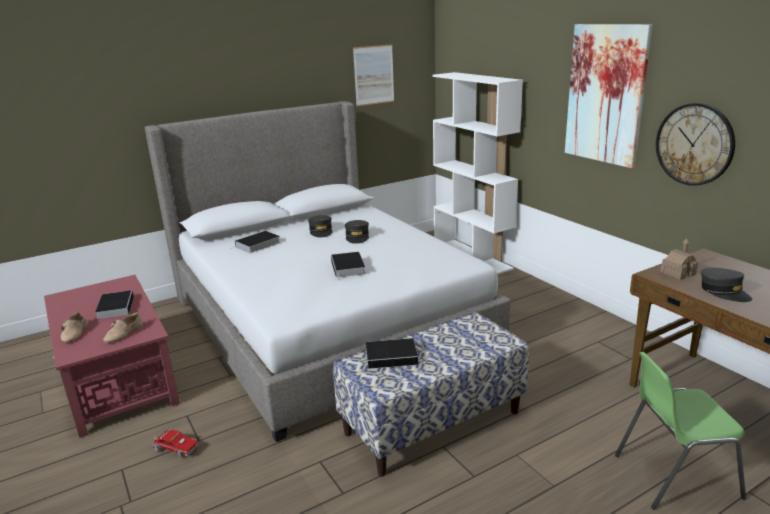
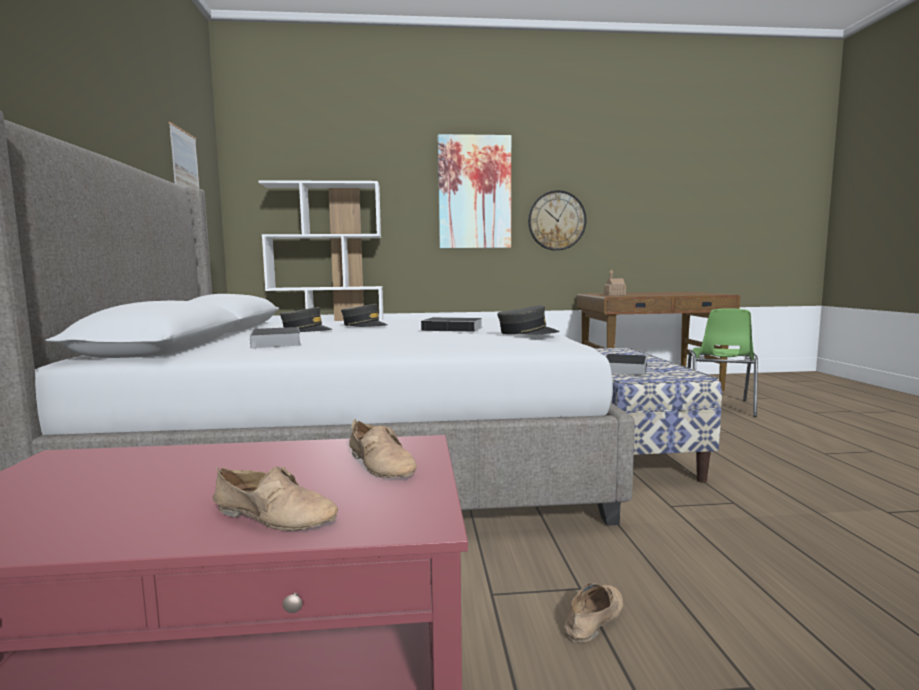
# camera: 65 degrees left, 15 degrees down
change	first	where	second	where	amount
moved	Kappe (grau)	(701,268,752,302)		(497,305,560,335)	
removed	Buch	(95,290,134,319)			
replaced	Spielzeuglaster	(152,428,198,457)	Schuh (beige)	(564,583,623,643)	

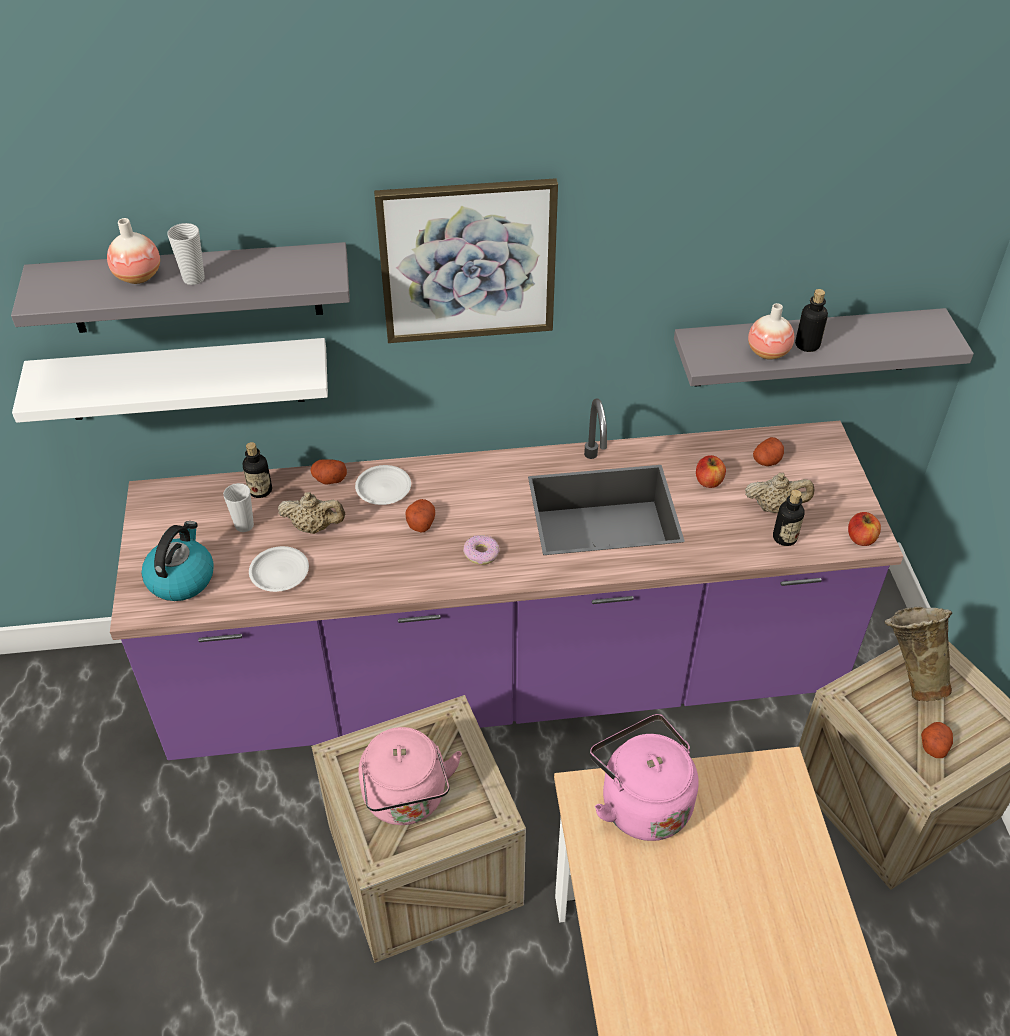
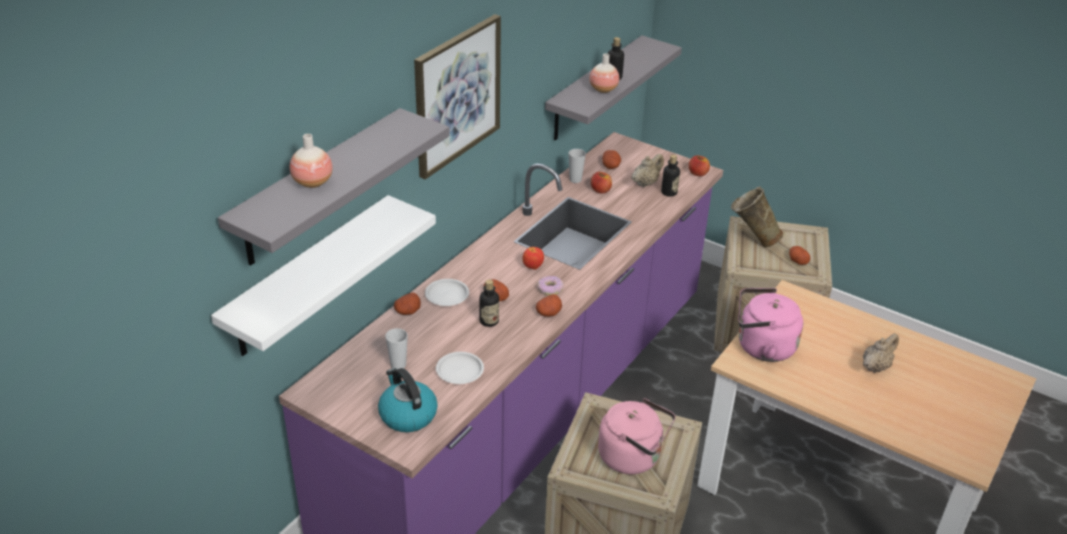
# camera: 50 degrees left, 10 degrees down
change	first	where	second	where	amount
moved	Tasse	(167,223,205,285)		(568,149,586,183)	
moved	Flasche	(243,442,272,498)		(480,279,499,327)	
moved	Teekanne (beige)	(278,492,345,534)		(863,333,899,373)	
added			Apfel	(522,247,544,270)	
added			Kartoffel	(536,294,562,317)	

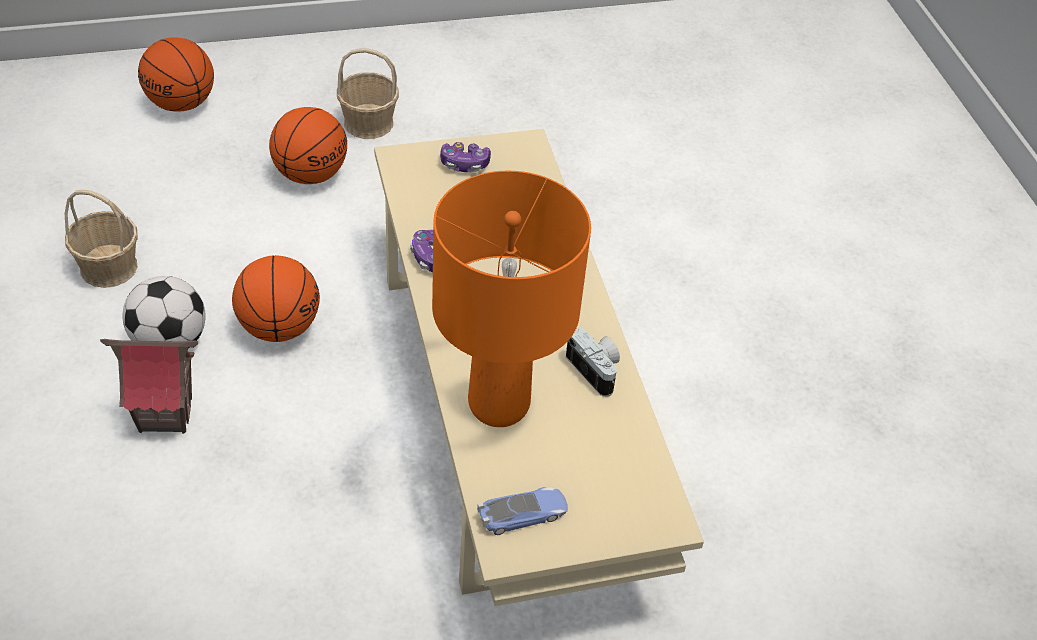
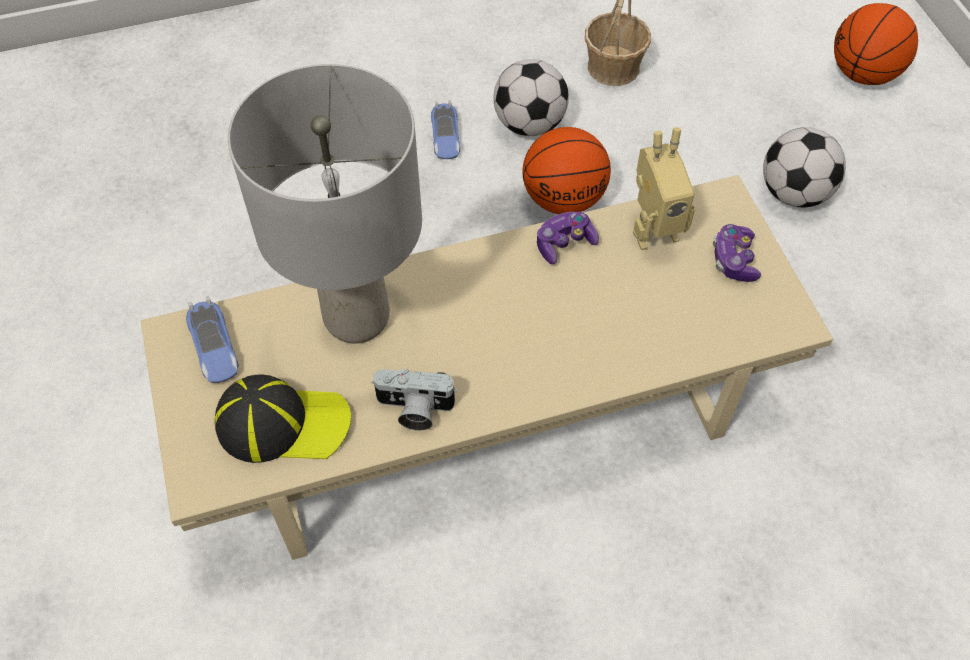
# camera: 90 degrees right, 10 degrees up
change	first	where	second	where	amount
removed	Korb	(337,48,399,139)			
replaced	Basketball	(269,107,347,184)	Fußball	(763,127,846,208)	
recoloured	Tischlampe (orange)	(432,171,591,427)	Tischlampe (grau)	(228,64,422,343)	
turned	Kamera	(566,327,620,397)		(371,369,457,430)	45 degrees clockwise
replaced	Spielzeughaus	(100,339,198,434)	Spielzeugauto	(431,100,460,159)	
added			Spielzeugroboter	(633,127,695,250)	
added			Kappe	(215,374,351,463)	

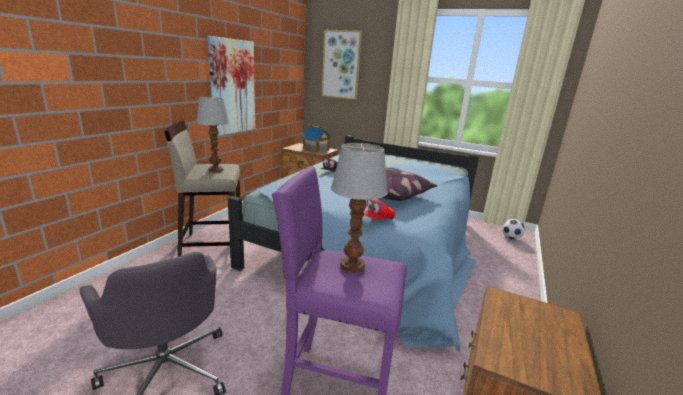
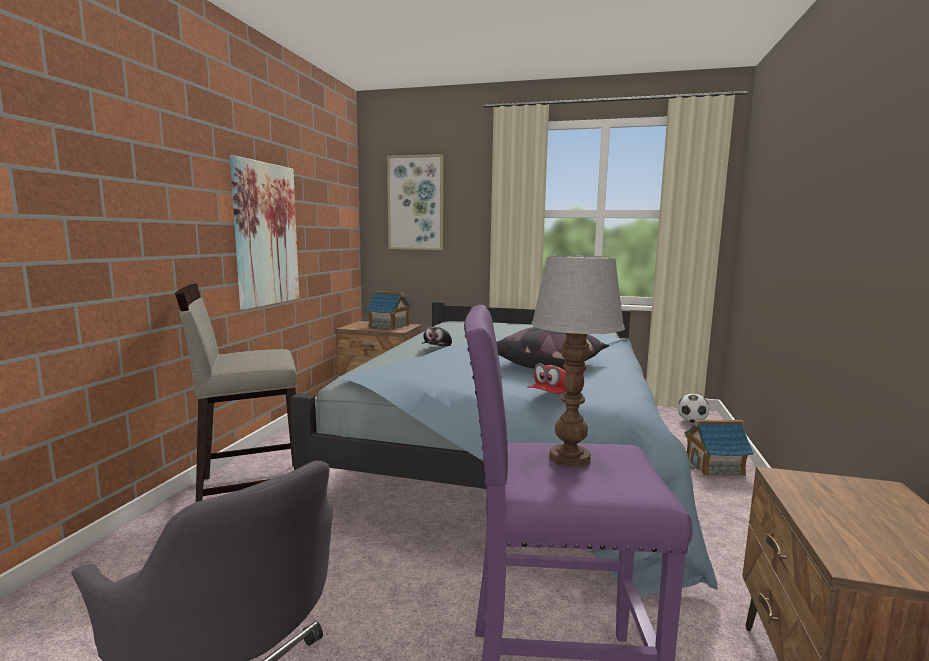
# camera: 10 degrees left, 10 degrees down
change	first	where	second	where	amount
removed	Tischlampe	(196,97,230,173)			
added			Spielzeughaus	(684,420,754,476)	

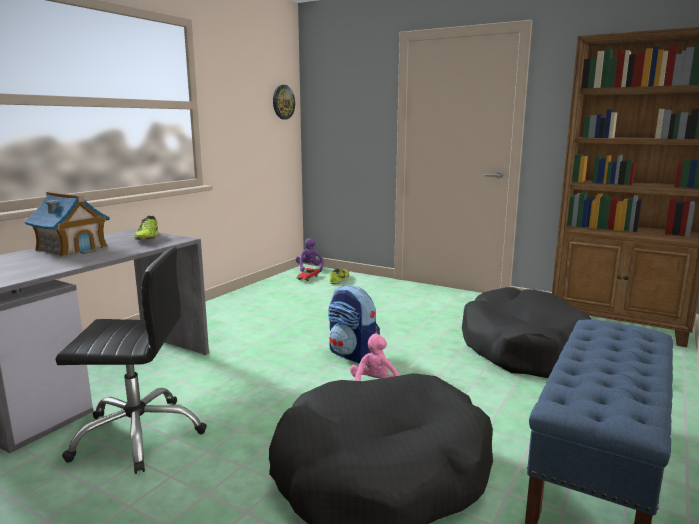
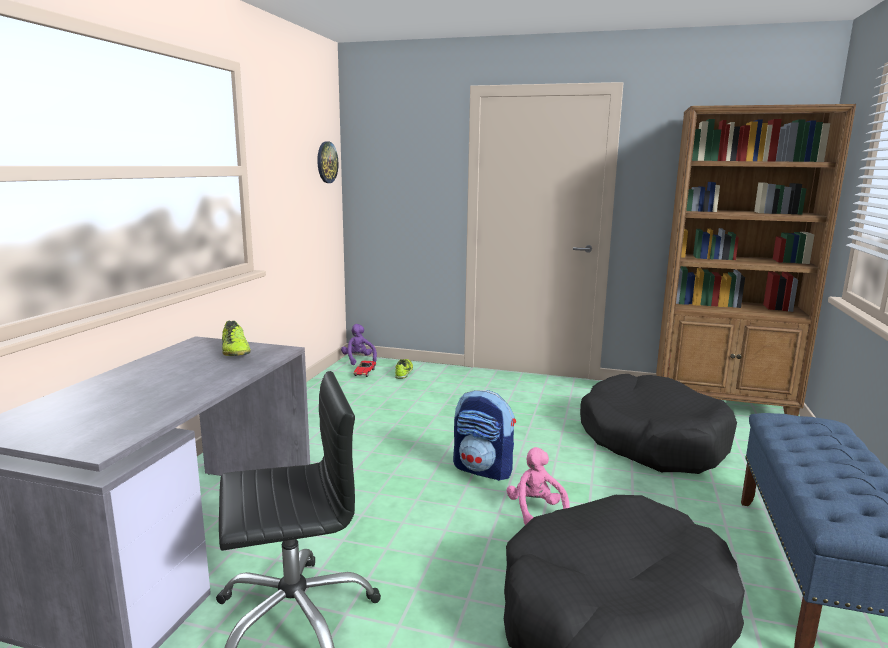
# camera: 15 degrees left, 0 degrees up
change	first	where	second	where	amount
removed	Spielzeughaus	(24,191,110,257)			

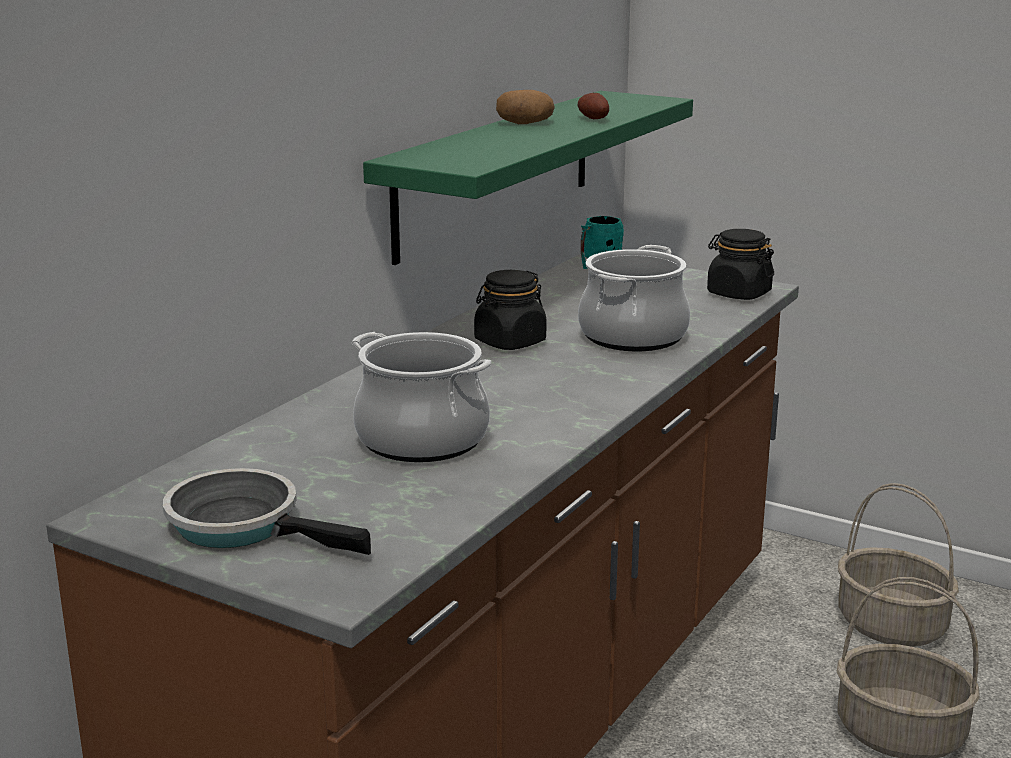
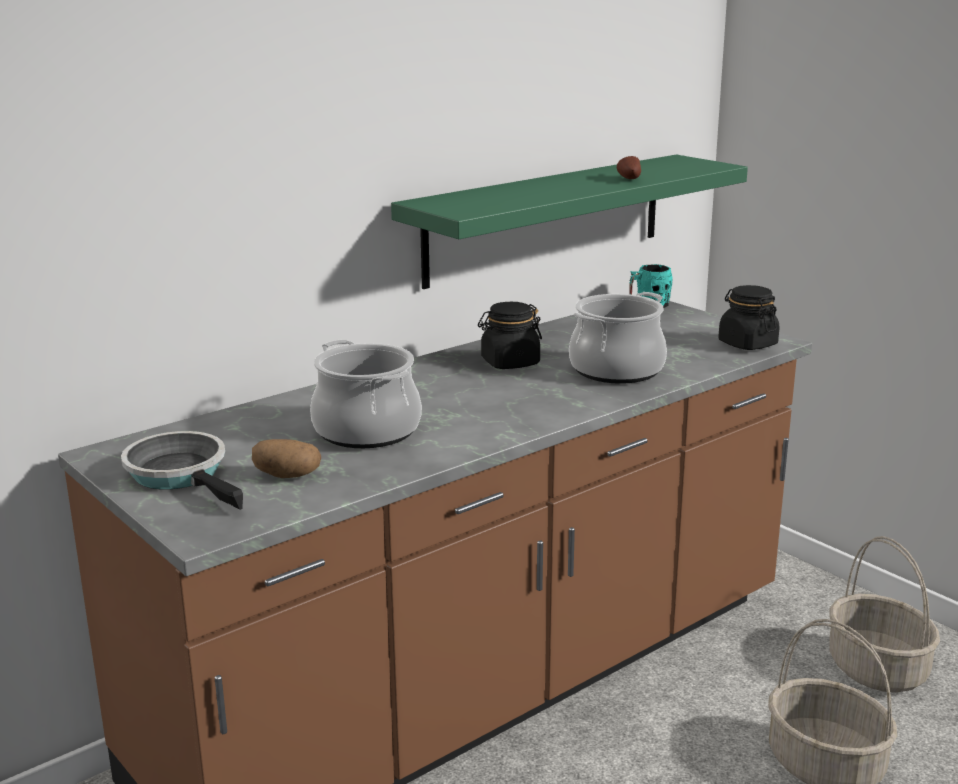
# camera: 20 degrees right, 0 degrees up
change	first	where	second	where	amount
moved	Kartoffel	(496,90,555,124)		(252,439,321,478)	

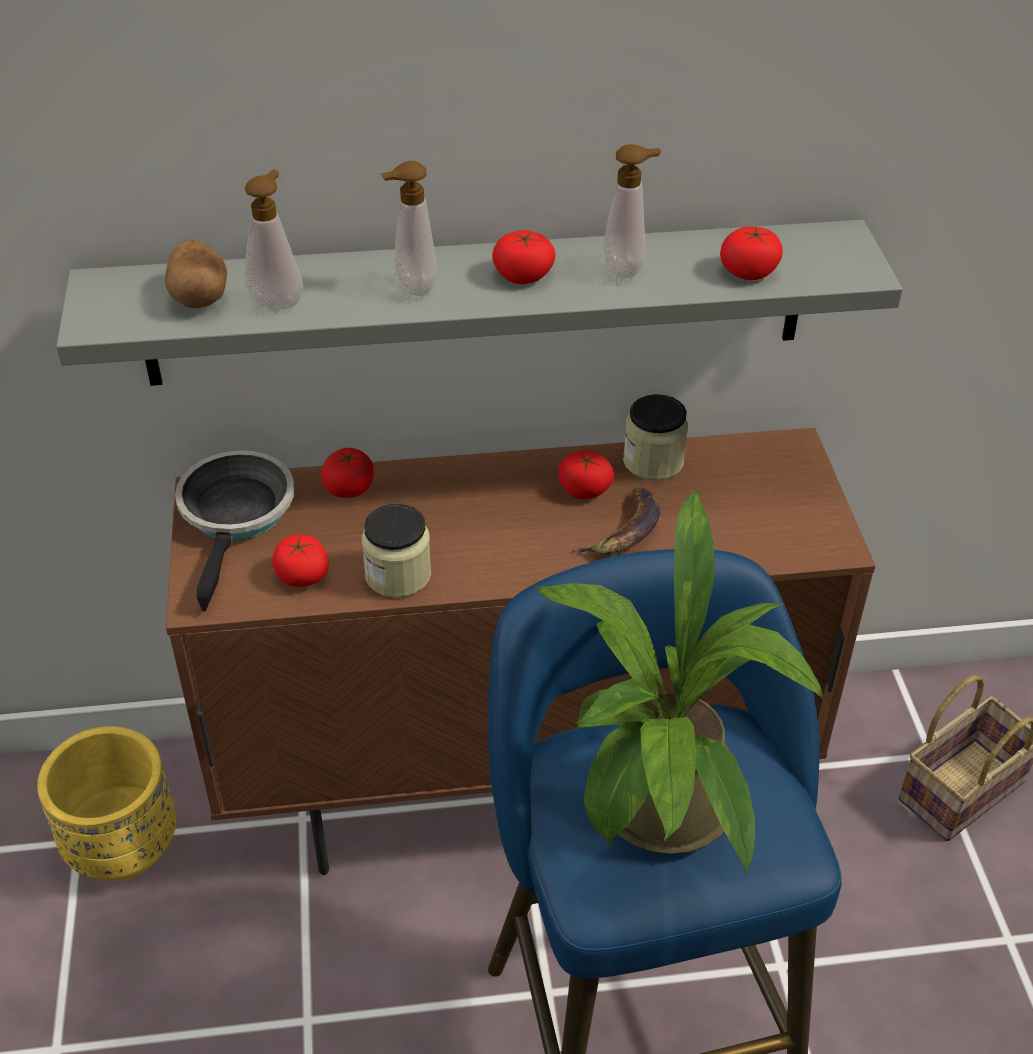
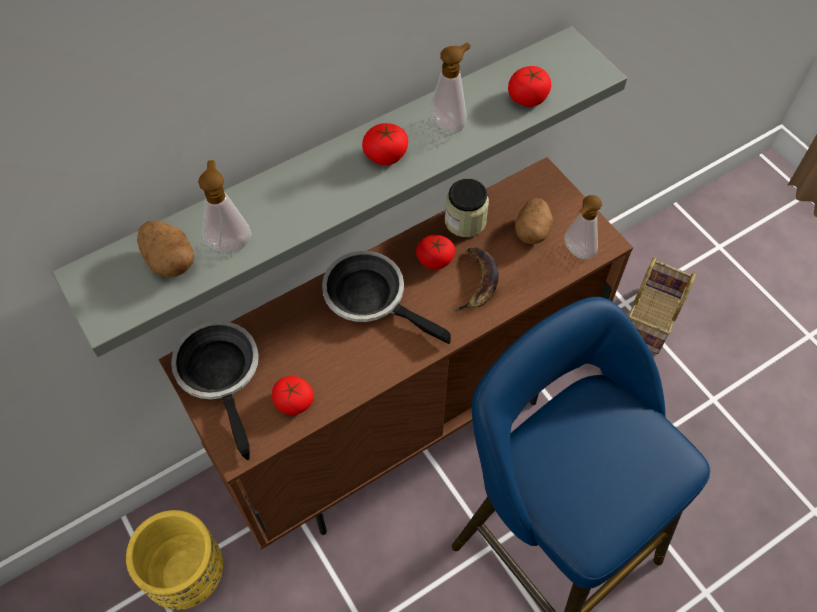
# camera: 25 degrees left, 15 degrees up
change	first	where	second	where	amount
moved	Seifenspender	(381,161,437,296)		(564,195,602,259)	
removed	Tomate	(321,448,374,498)			
removed	Topfpflanze	(535,489,825,874)			
removed	Vorratsglas	(362,504,431,598)			
added			Kartoffel	(515,198,553,244)	
added			Pfanne	(322,251,451,344)	

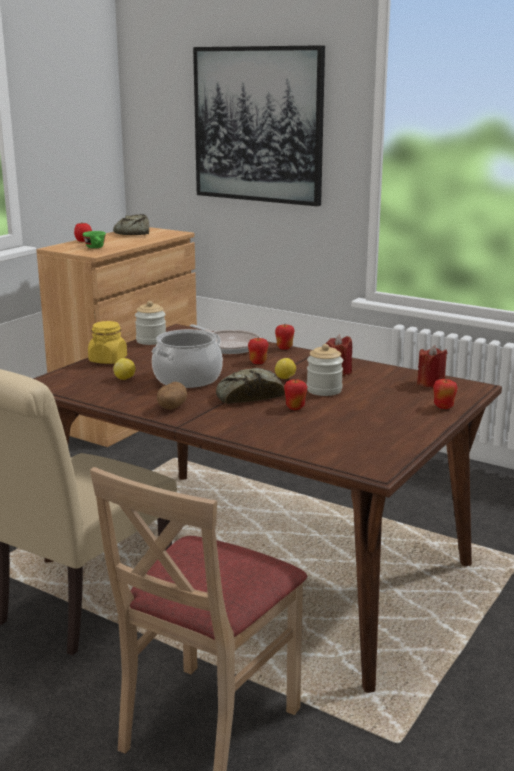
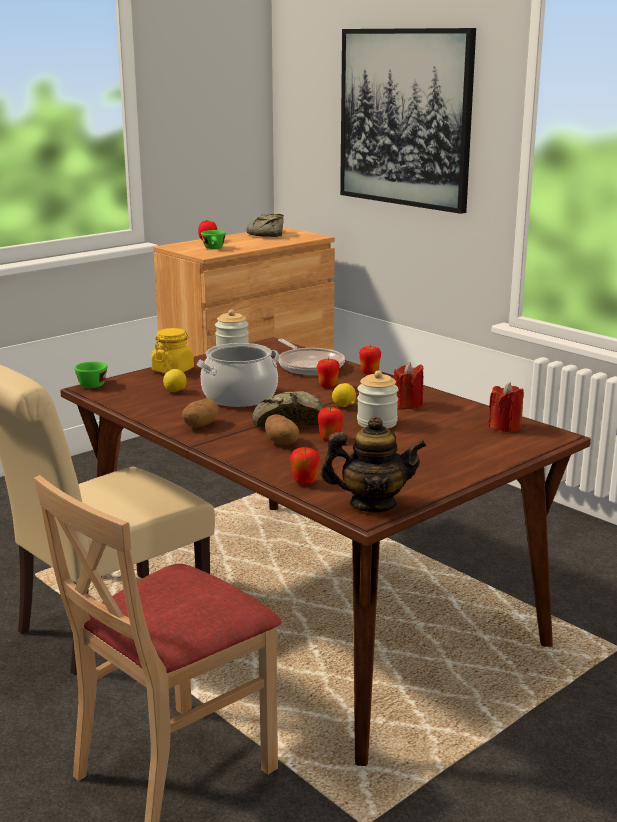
# camera: 15 degrees right, 0 degrees up
change	first	where	second	where	amount
moved	Apfel	(433,379,458,409)		(290,446,320,485)	
added			Tasse (grün)	(74,361,108,388)	
added			Kartoffel	(265,414,299,445)	
added			Teekanne	(321,416,426,513)	

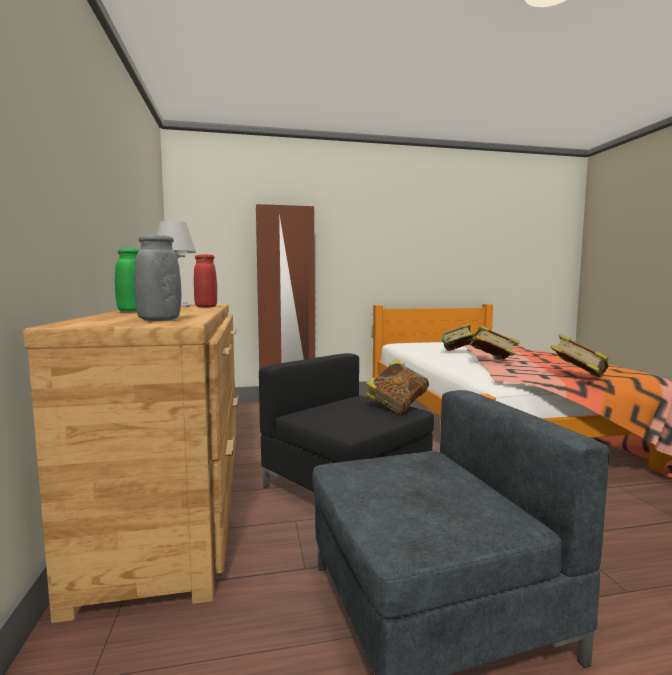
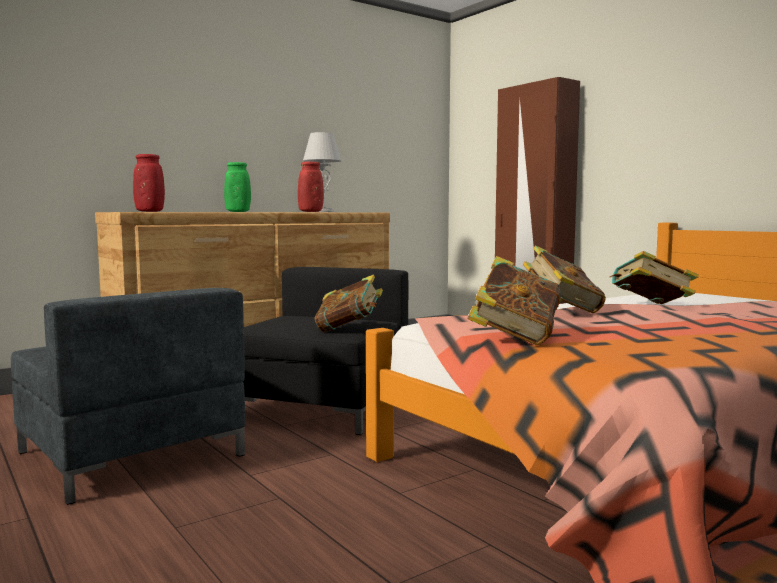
# camera: 65 degrees right, 0 degrees up
change	first	where	second	where	amount
recoloured	Vase (grau)	(134,234,181,321)	Vase (rot)	(133,154,165,212)	

